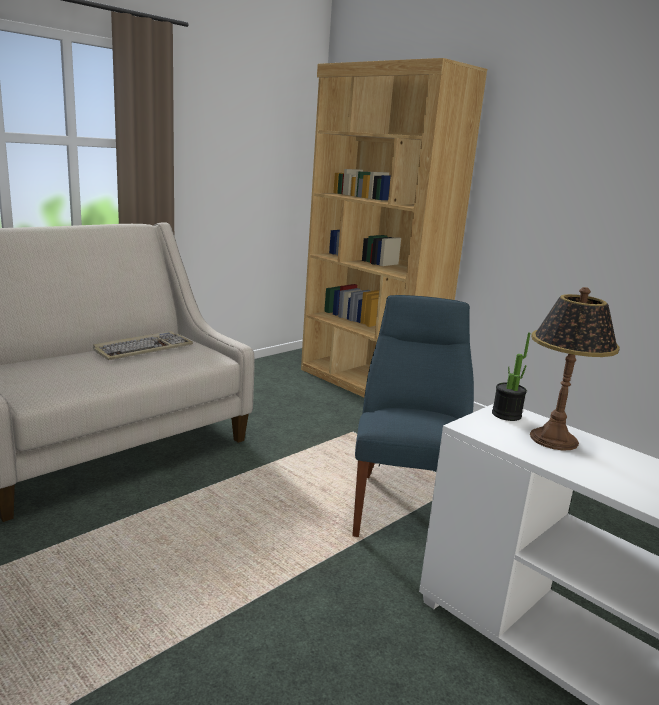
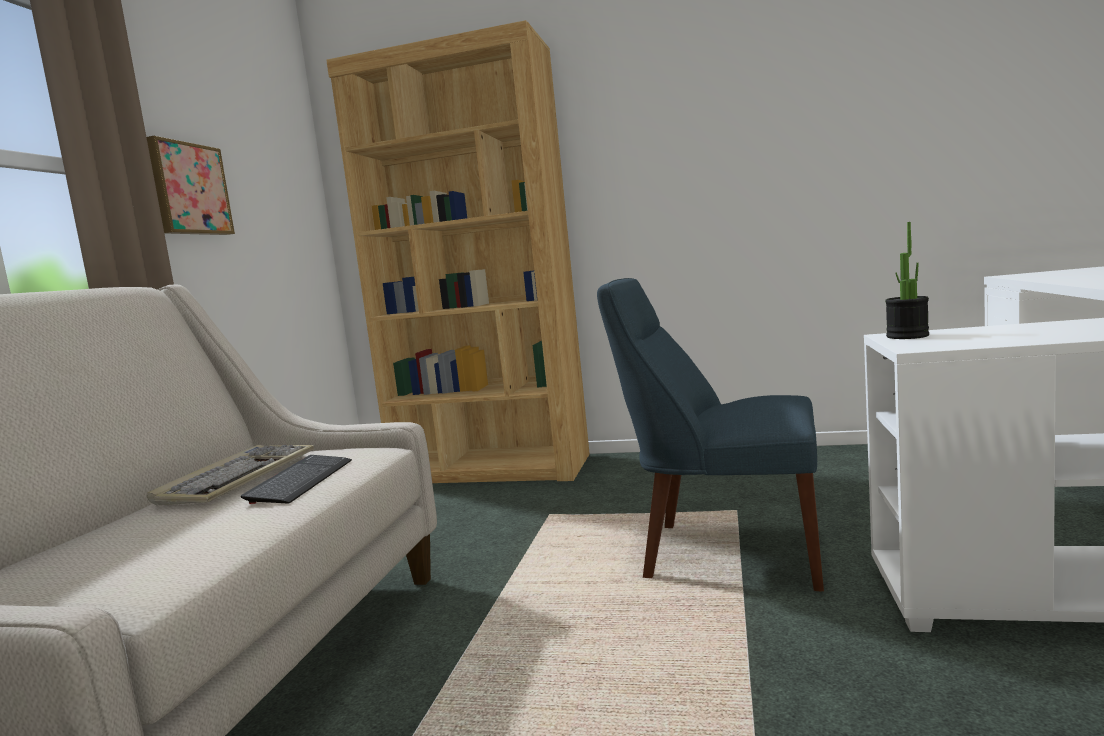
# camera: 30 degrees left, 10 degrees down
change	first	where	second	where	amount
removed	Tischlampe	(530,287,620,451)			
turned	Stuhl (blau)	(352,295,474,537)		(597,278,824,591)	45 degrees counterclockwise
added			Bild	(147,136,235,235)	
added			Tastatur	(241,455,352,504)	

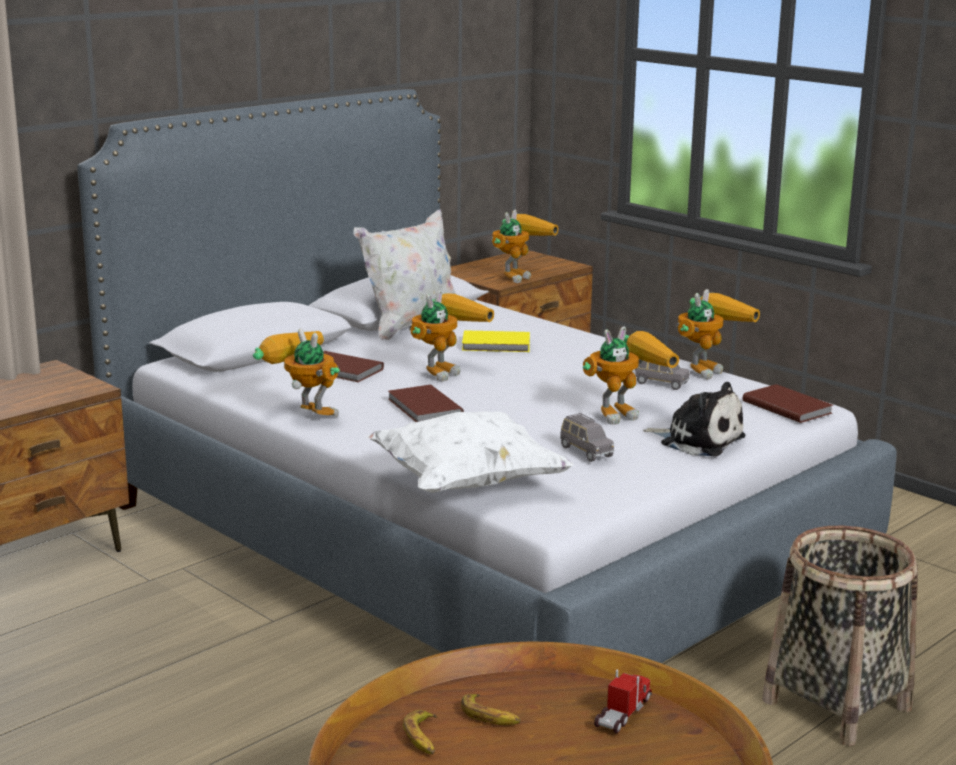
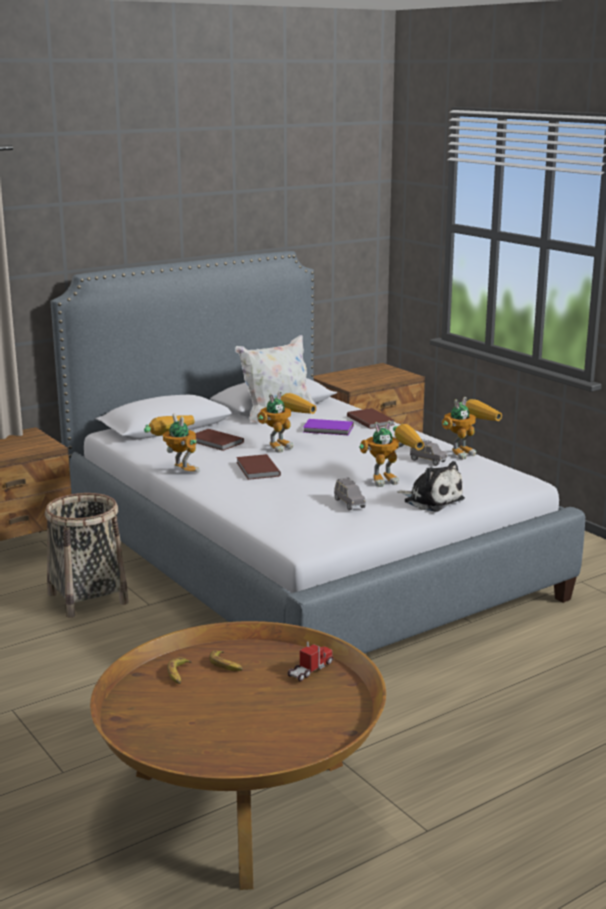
# camera: 10 degrees right, 0 degrees up
change	first	where	second	where	amount
removed	Spielzeugroboter	(491,210,559,283)			
recoloured	Buch (gelb)	(462,330,530,352)	Buch (lila)	(303,419,354,435)	
moved	Buch (braun)	(743,384,833,423)		(347,408,394,429)	
removed	Kissen (weiß)	(367,411,574,493)			
moved	Korb	(762,526,918,746)		(45,493,129,618)	

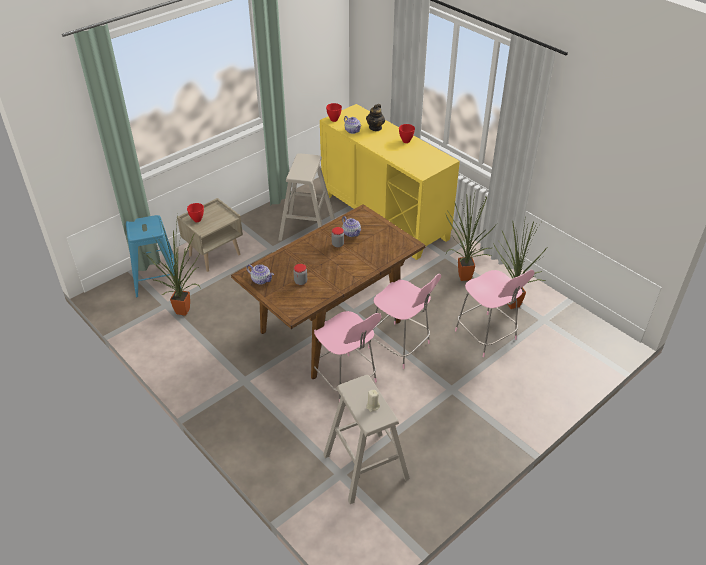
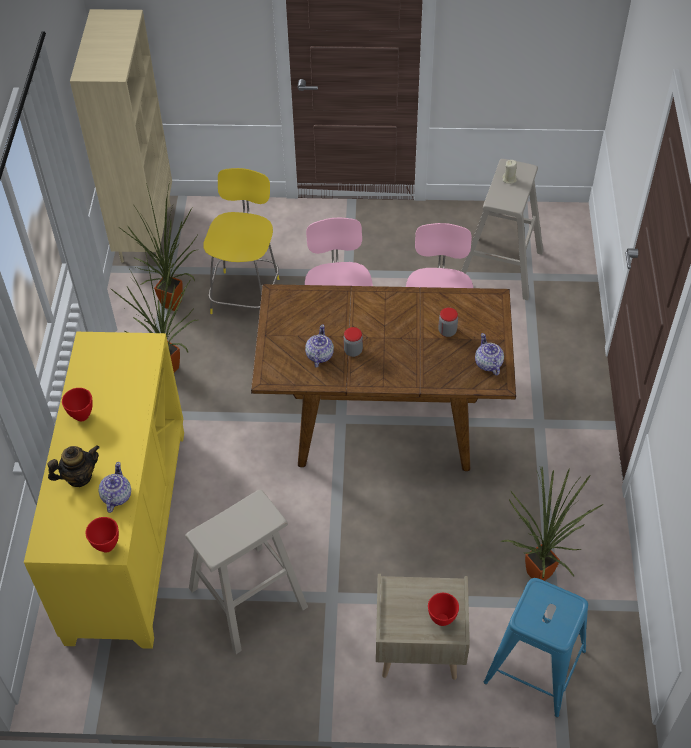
# camera: 135 degrees left, 10 degrees up
change	first	where	second	where	amount
recoloured	Stuhl (rosa)	(455,270,534,357)	Stuhl (gelb)	(203,168,279,314)	
added			Bücherregal (beige)	(70,9,172,263)	

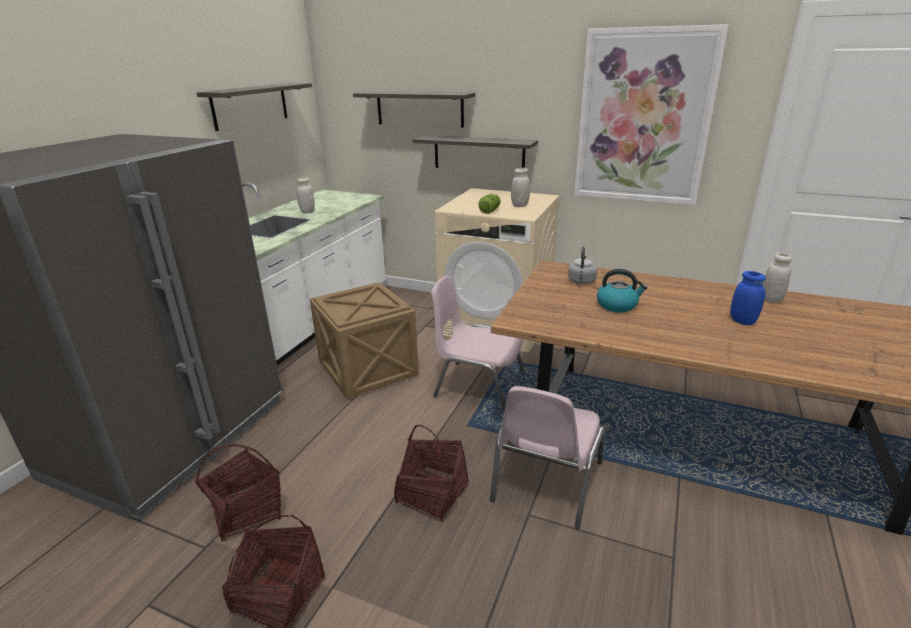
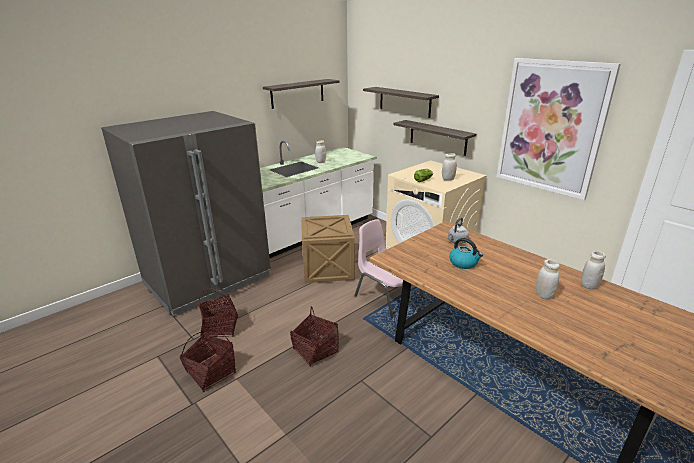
# camera: 25 degrees right, 0 degrees up
change	first	where	second	where	amount
recoloured	Vorratsglas (blau)	(730,271,766,325)	Vorratsglas (weiß)	(536,259,560,300)	
removed	Stuhl (rosa)	(490,386,605,529)			

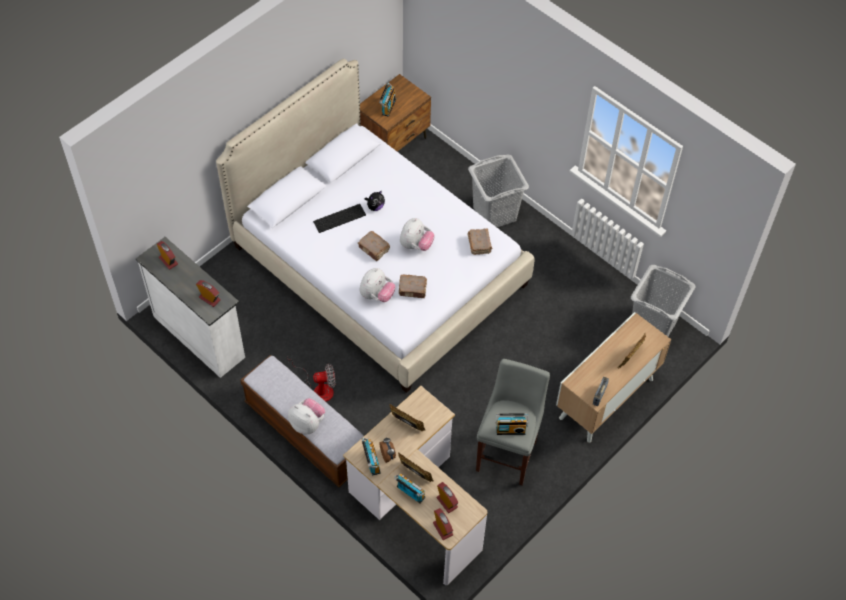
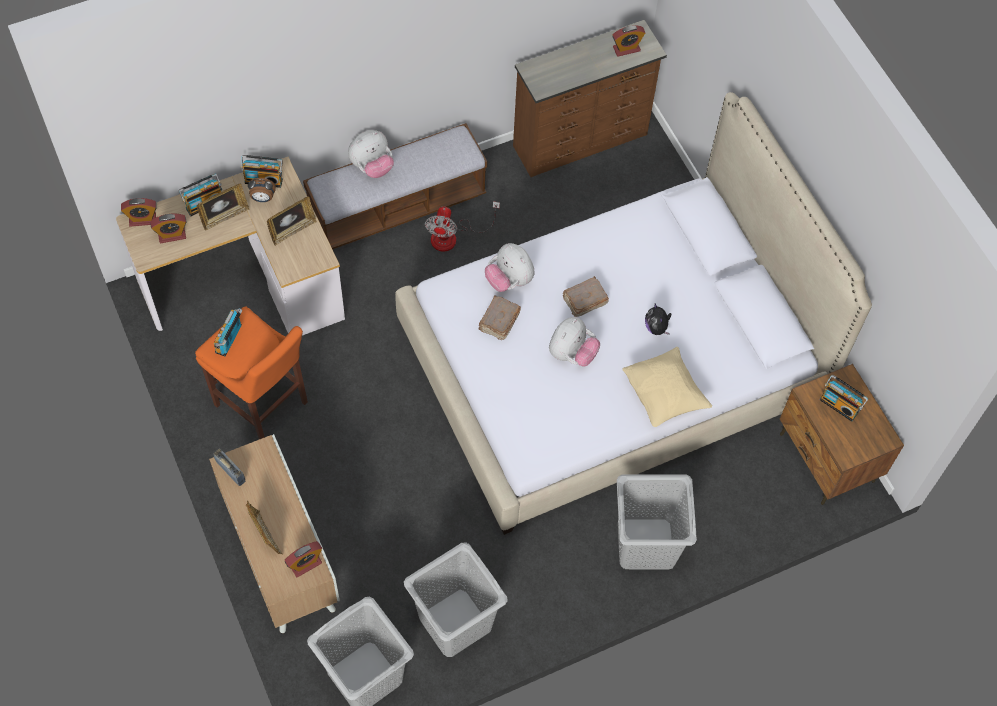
# camera: 110 degrees right, 5 degrees up
change	first	where	second	where	amount
removed	Tastatur	(313,204,366,233)			
turned	Plüschtier	(400,218,435,251)		(549,317,600,367)	105 degrees counterclockwise
removed	Buch (braun)	(468,228,492,255)			
recoloured	Kommode (weiß)	(136,237,245,378)	Kommode (braun)	(513,20,667,177)	
moved	Wecker	(196,280,220,307)		(285,541,322,577)	
recoloured	Hocker (grau)	(476,359,550,485)	Hocker (orange)	(195,306,308,439)	
added			Kissen (beige)	(622,347,712,427)	
added			Wäschekorb (grau)	(404,542,508,657)	

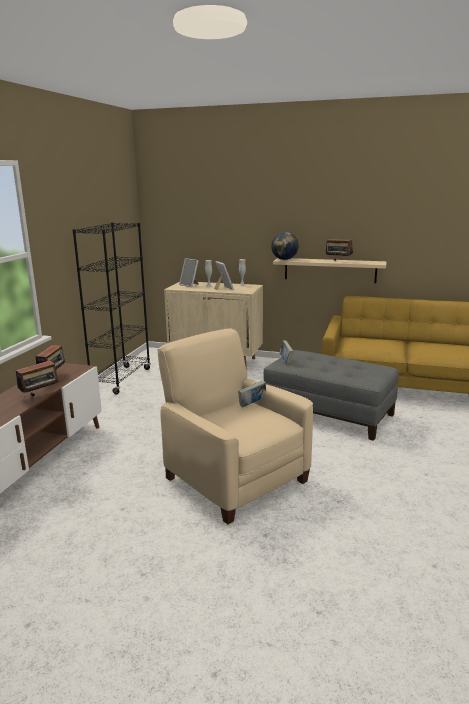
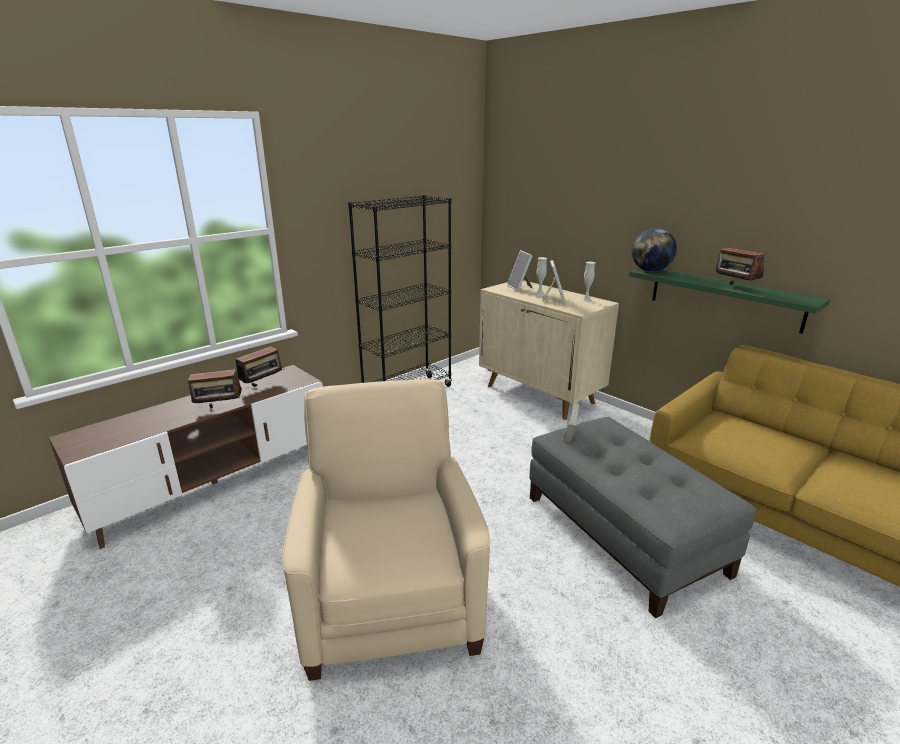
# camera: 30 degrees right, 5 degrees up
change	first	where	second	where	amount
recoloured	Wandregal (beige)	(273,258,387,283)	Wandregal (grün)	(629,268,830,334)	
removed	Buch	(238,380,266,407)			

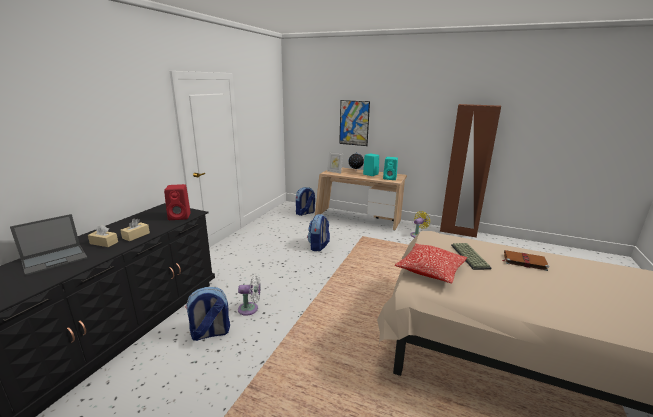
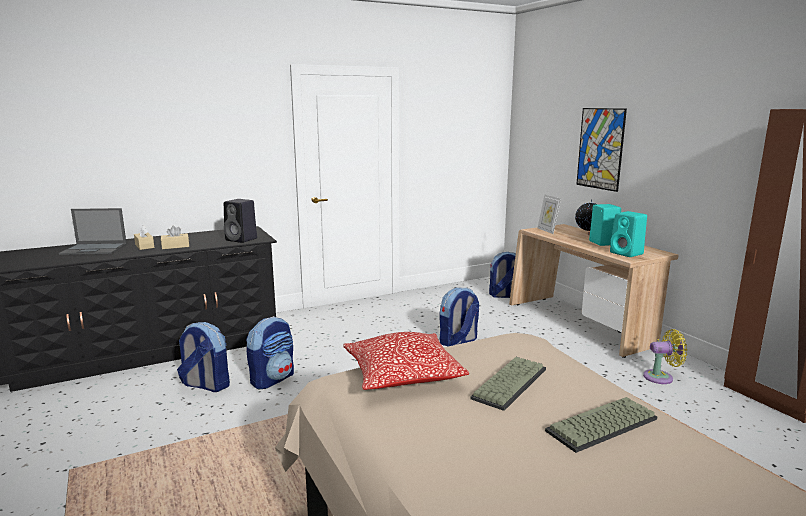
# camera: 40 degrees right, 5 degrees down
change	first	where	second	where	amount
recoloured	Lautsprecher (rot)	(164,184,191,220)	Lautsprecher (schwarz)	(224,199,257,243)	
replaced	Buch (braun)	(503,250,549,271)	Tastatur	(545,397,657,453)	
replaced	Ventilator (weiß)	(238,276,261,316)	Rucksack	(246,316,294,389)	

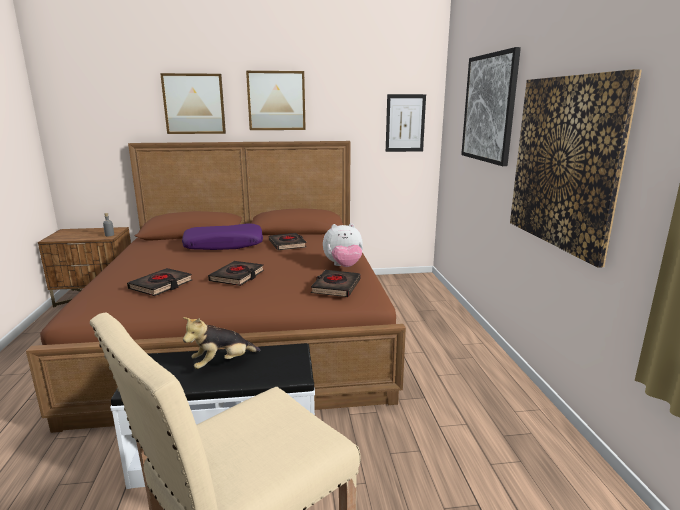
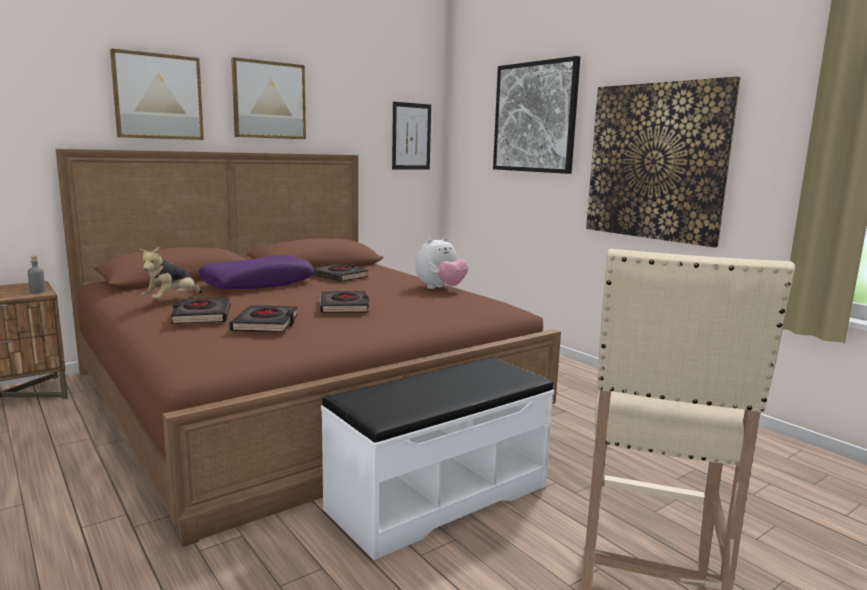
# camera: 30 degrees left, 5 degrees down
change	first	where	second	where	amount
moved	Buch (schwarz)	(311,270,361,297)		(171,298,231,324)	
moved	Plüschtier	(183,317,261,369)		(139,247,202,299)	

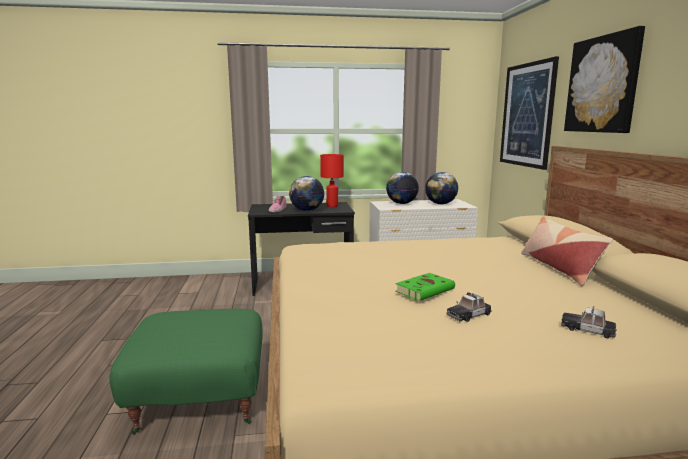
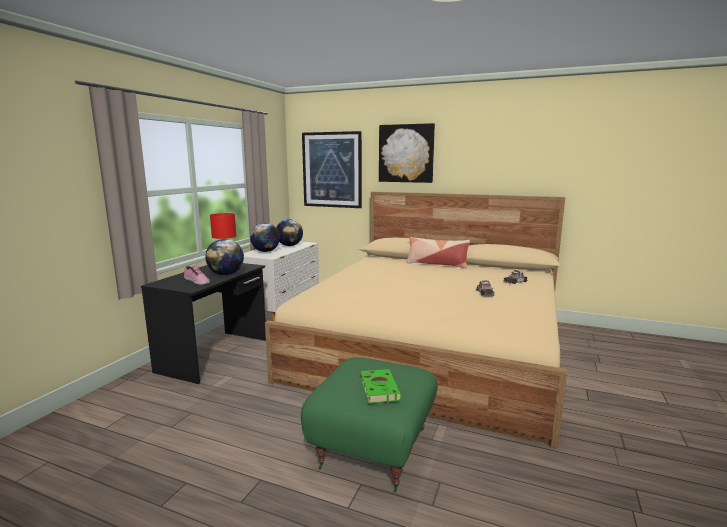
# camera: 60 degrees left, 0 degrees up
change	first	where	second	where	amount
moved	Buch (grün)	(396,273,455,301)		(361,369,402,404)	

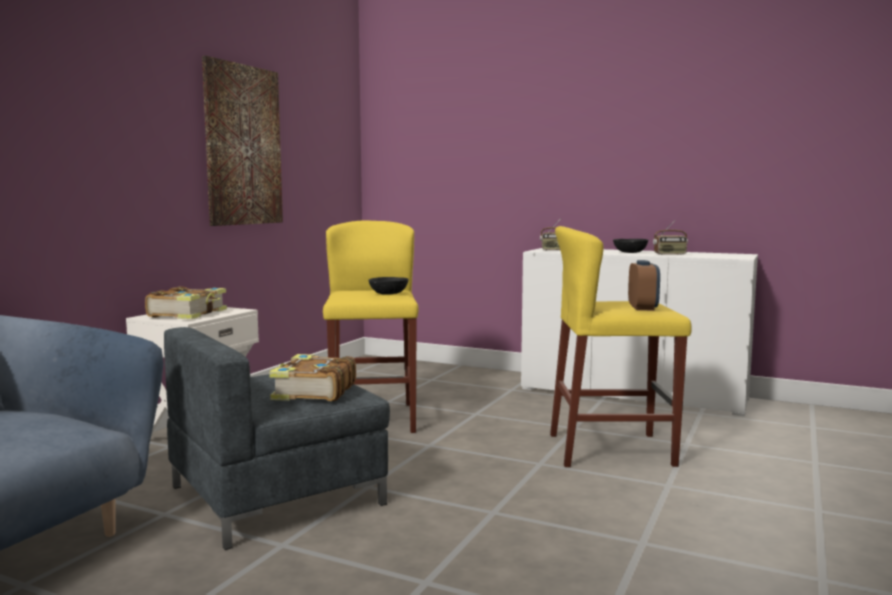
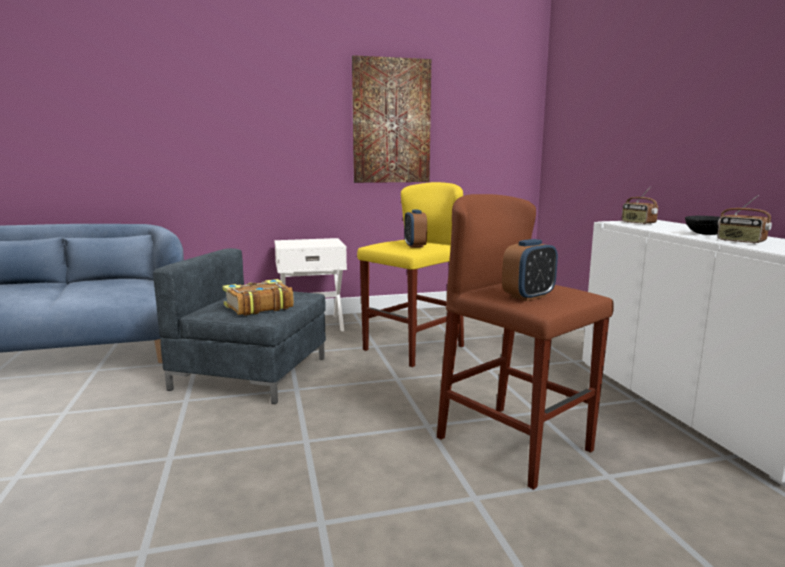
# camera: 50 degrees right, 5 degrees up
change	first	where	second	where	amount
recoloured	Hocker (gelb)	(550,226,692,467)	Hocker (braun)	(437,194,614,490)	
replaced	Schüssel (schwarz)	(368,277,408,295)	Wecker	(404,210,427,248)	
removed	Buch	(145,286,227,319)			

